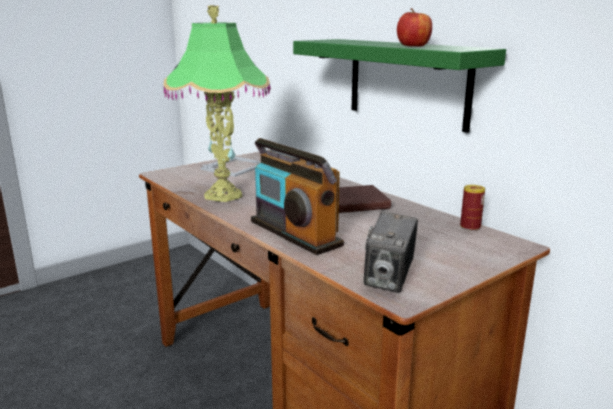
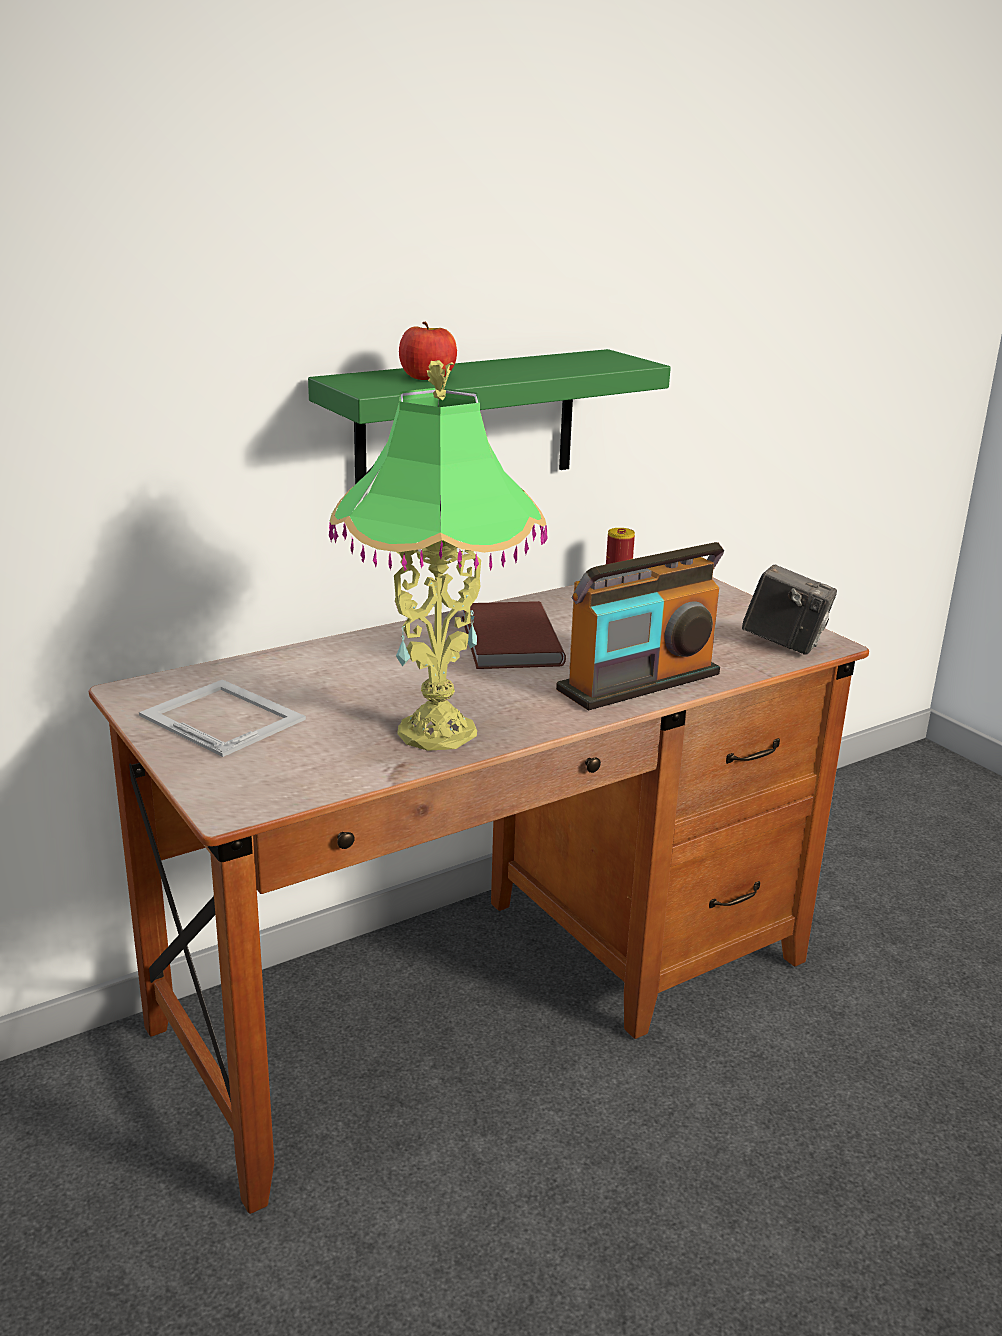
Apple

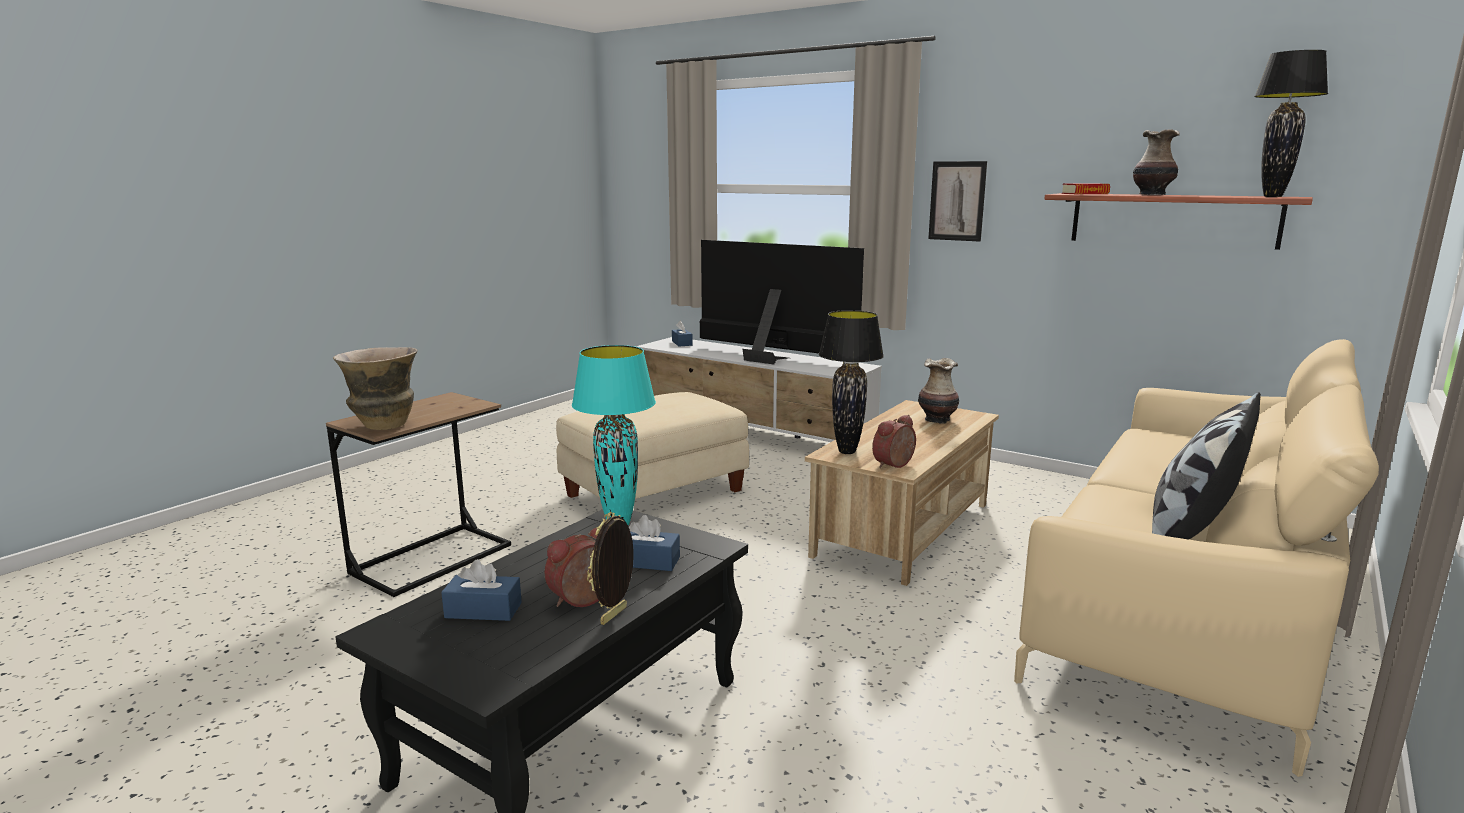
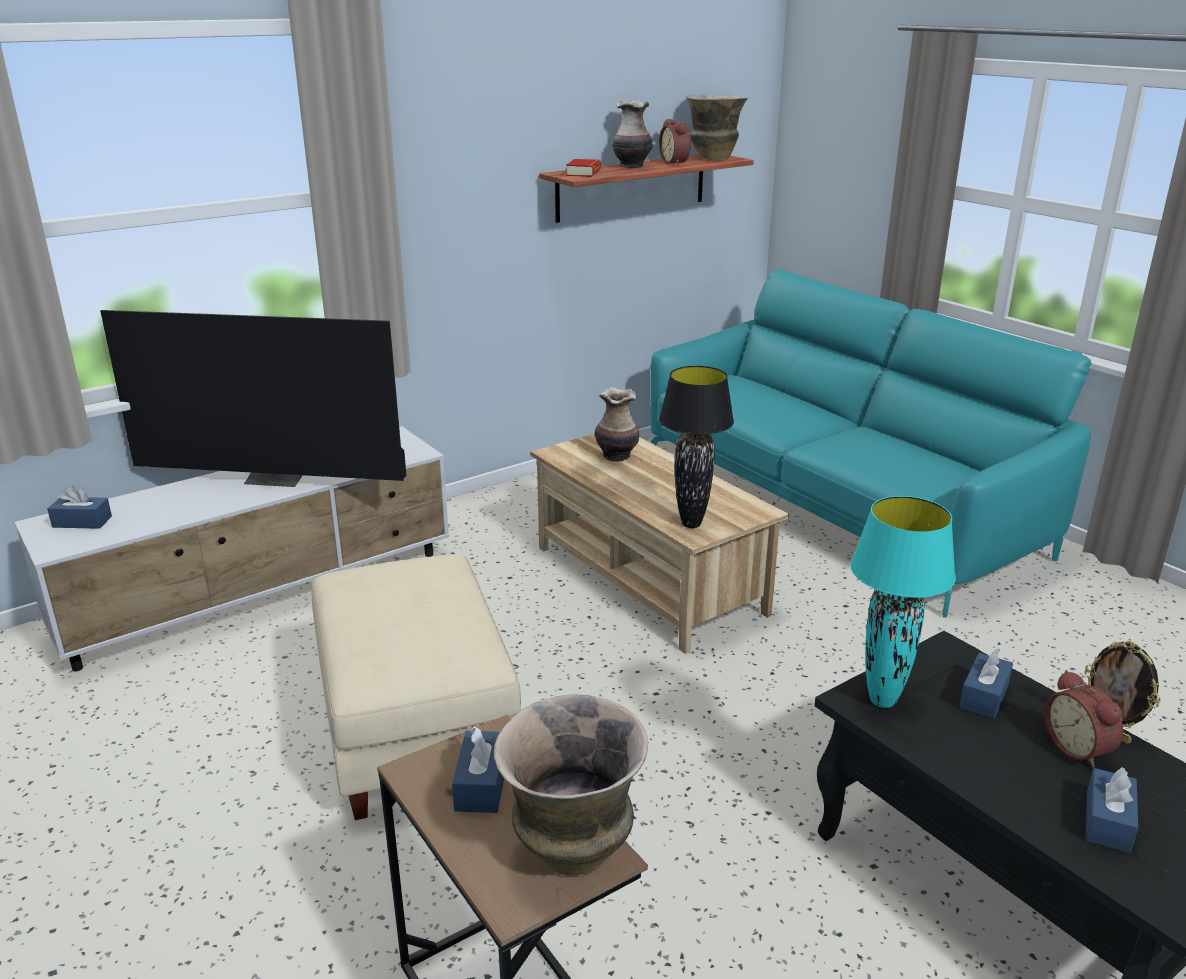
Television
BlueTissueBox (2nd from left)
TurquoiseSofa
AlarmClock (1st from left)
Vase (4th from left)
Picture
Pillow

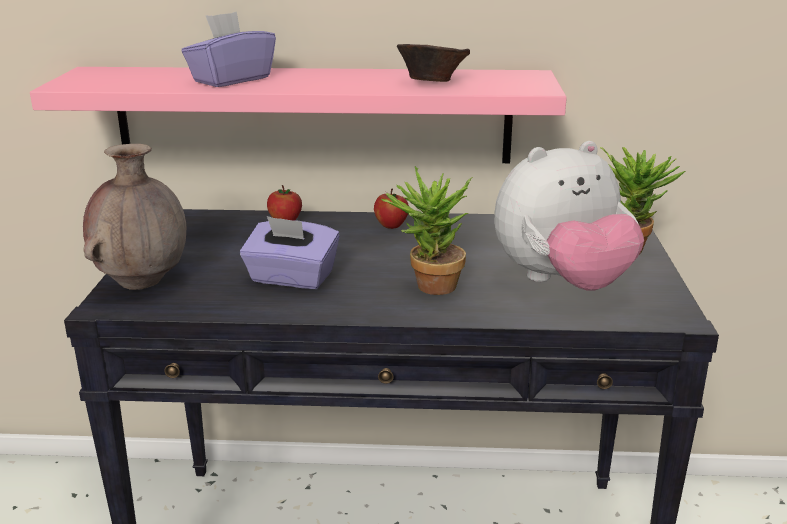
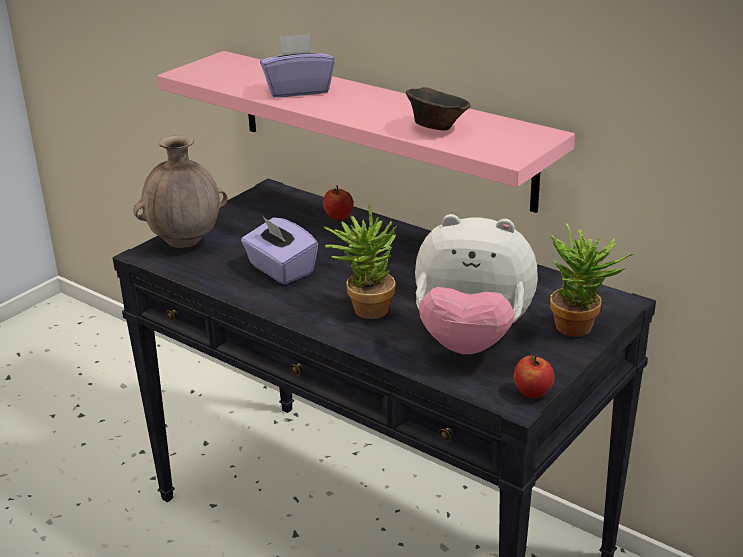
Apple (2nd from left)

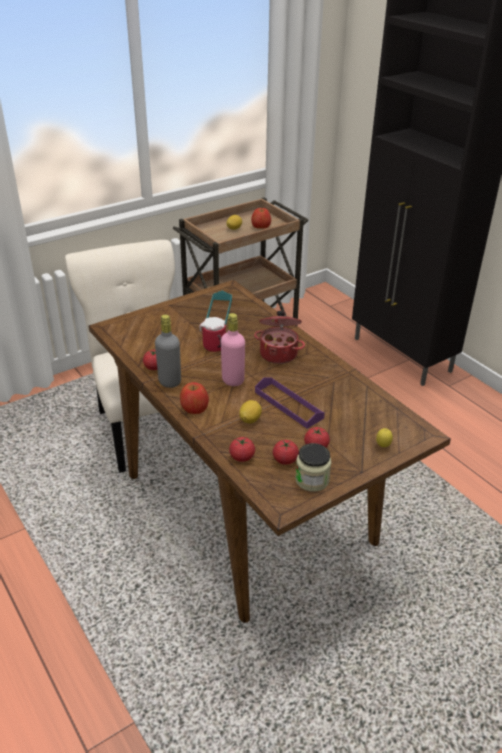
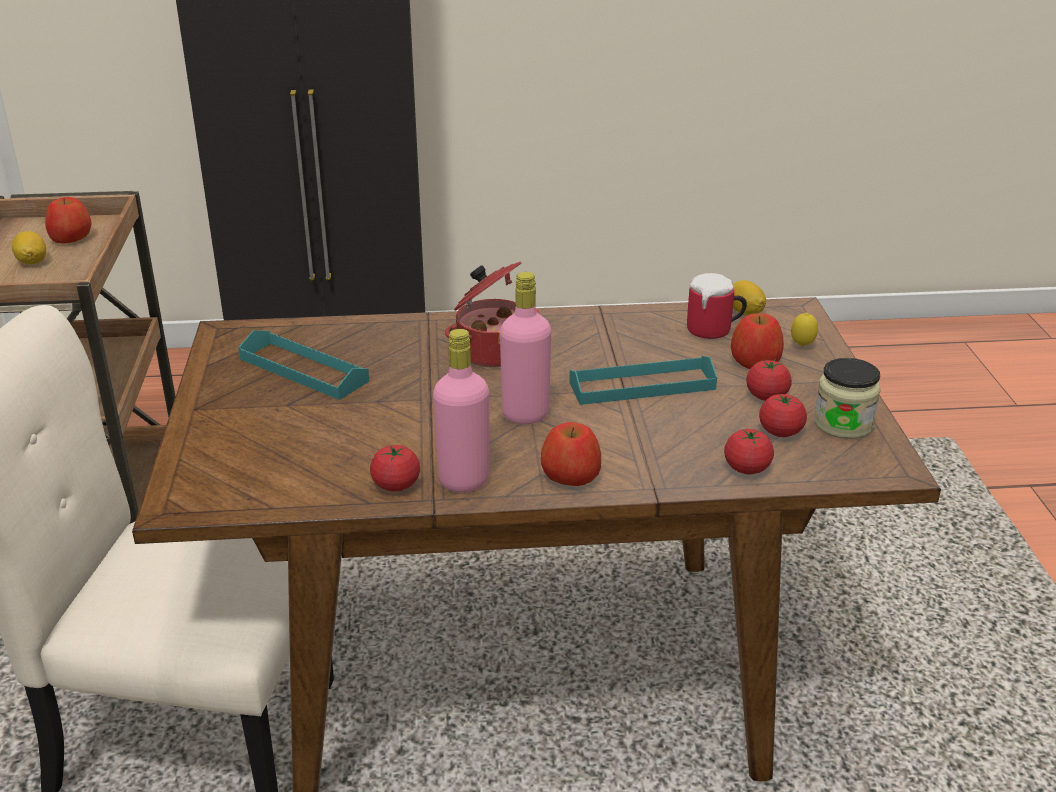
PinkBottle (1st from left)
TurquoiseTray (2nd from left)
Mug
Apple (3rd from left)
Lemon (2nd from left)

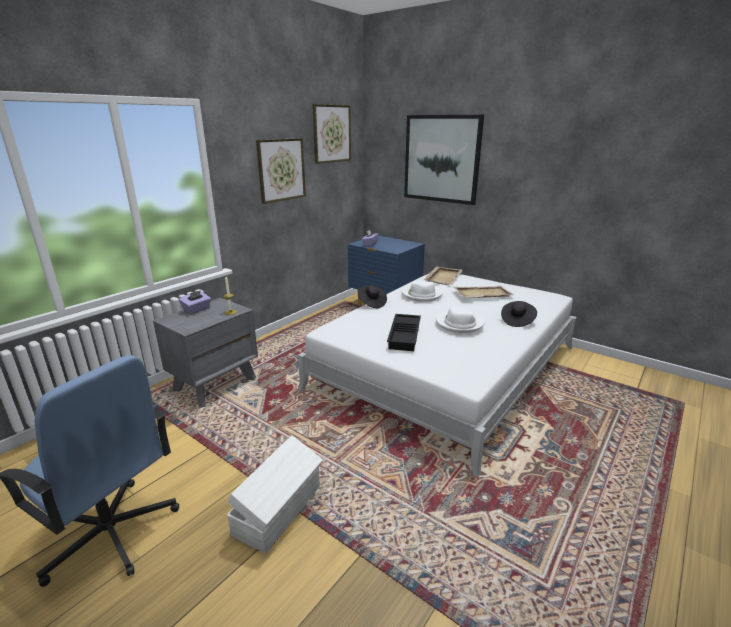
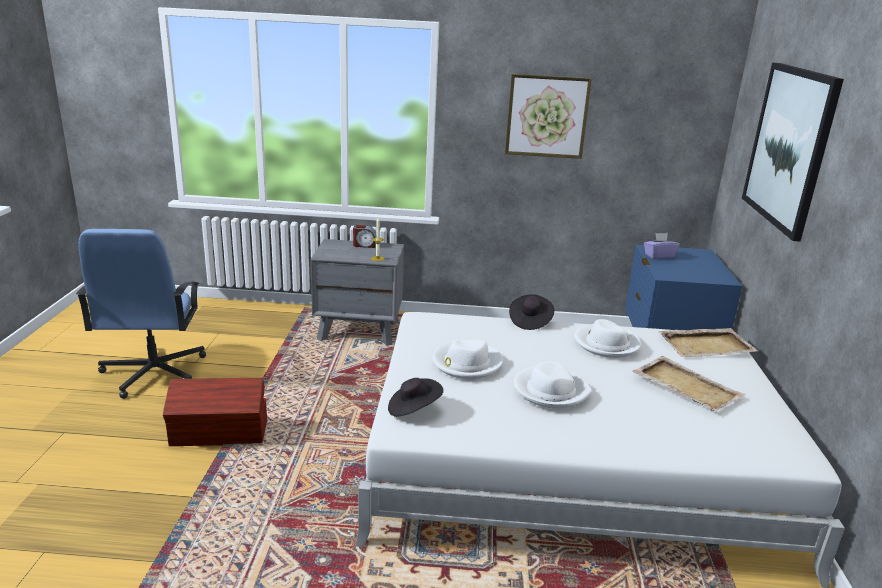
BrownStorageBox
AlarmClock
BlackHat (1st from left)
WhiteHat (1st from left)
Picture (2nd from left in the first image)

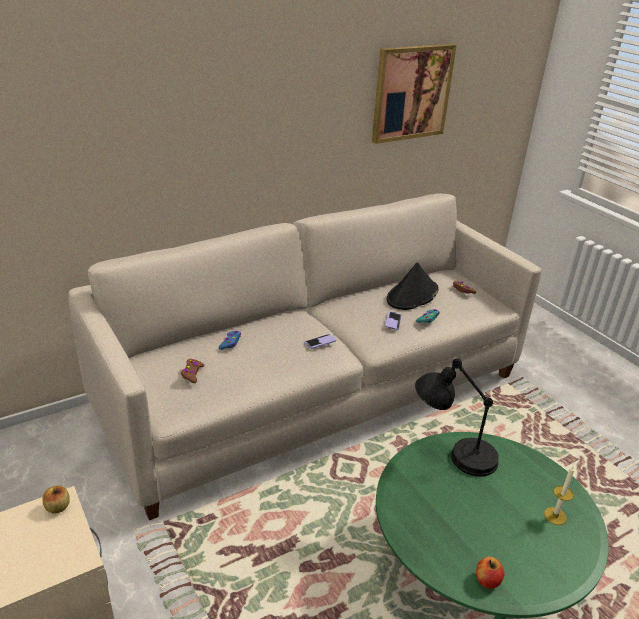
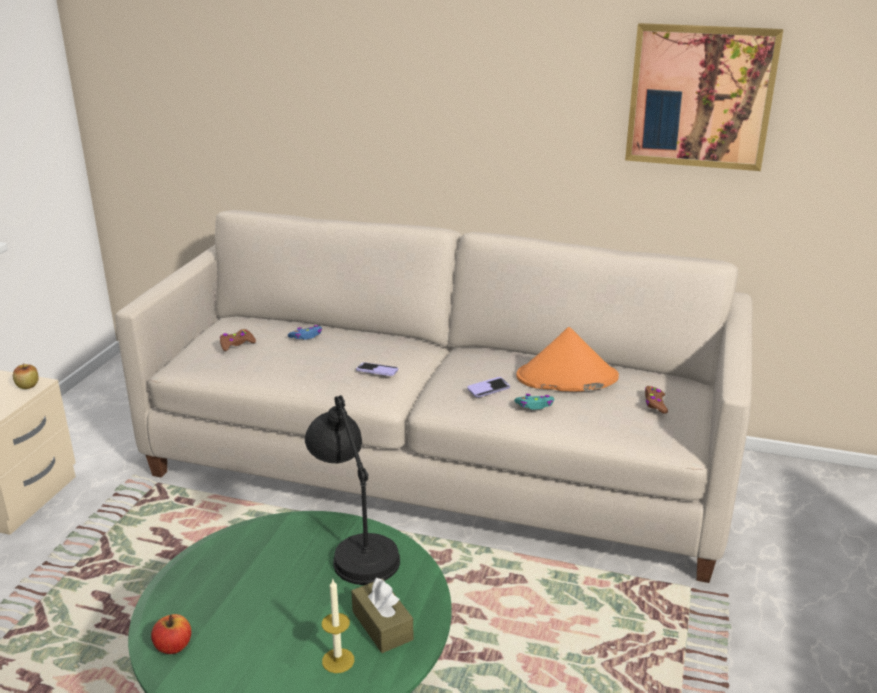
BrownTissueBox
OrangeHat

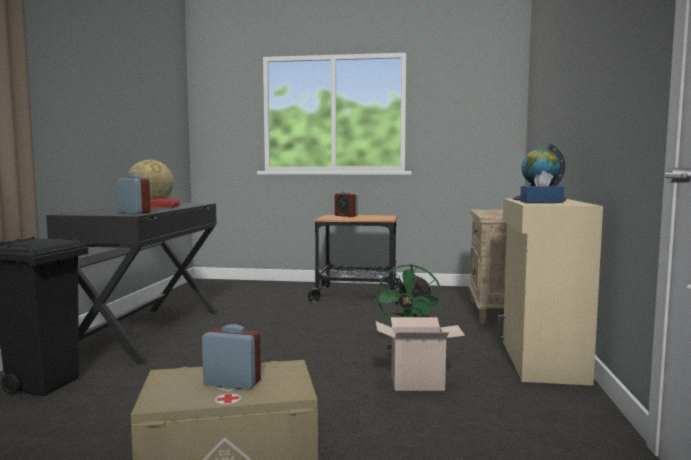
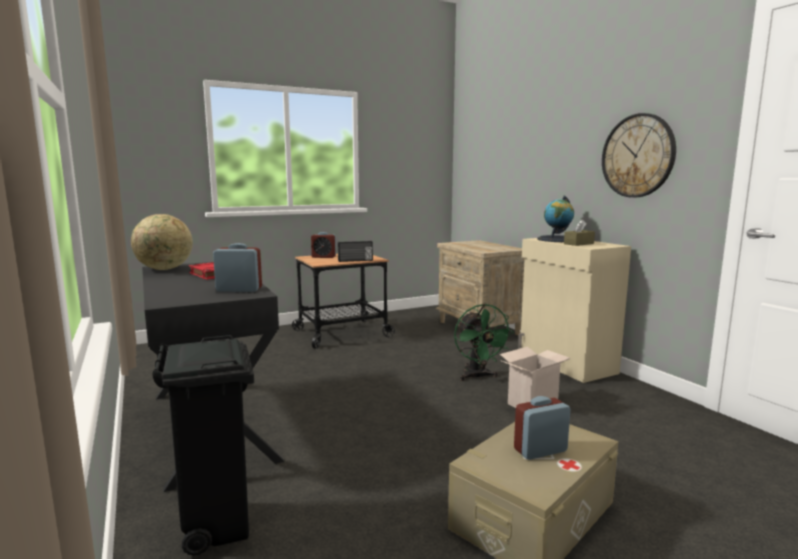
Radio
BrownTissueBox
WallClock

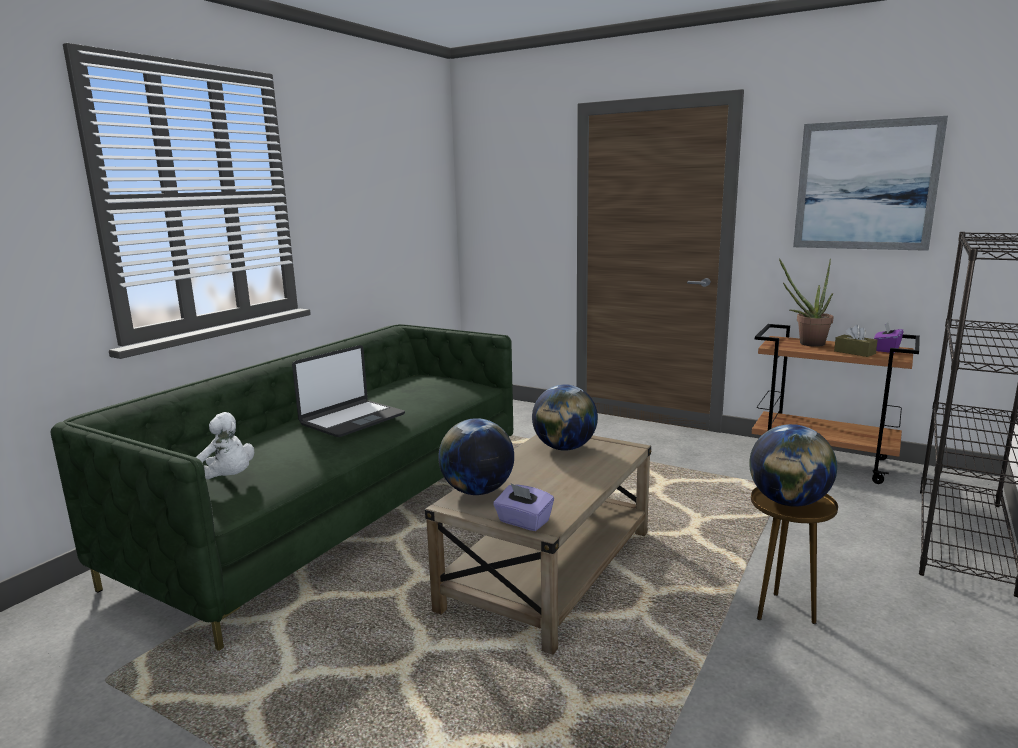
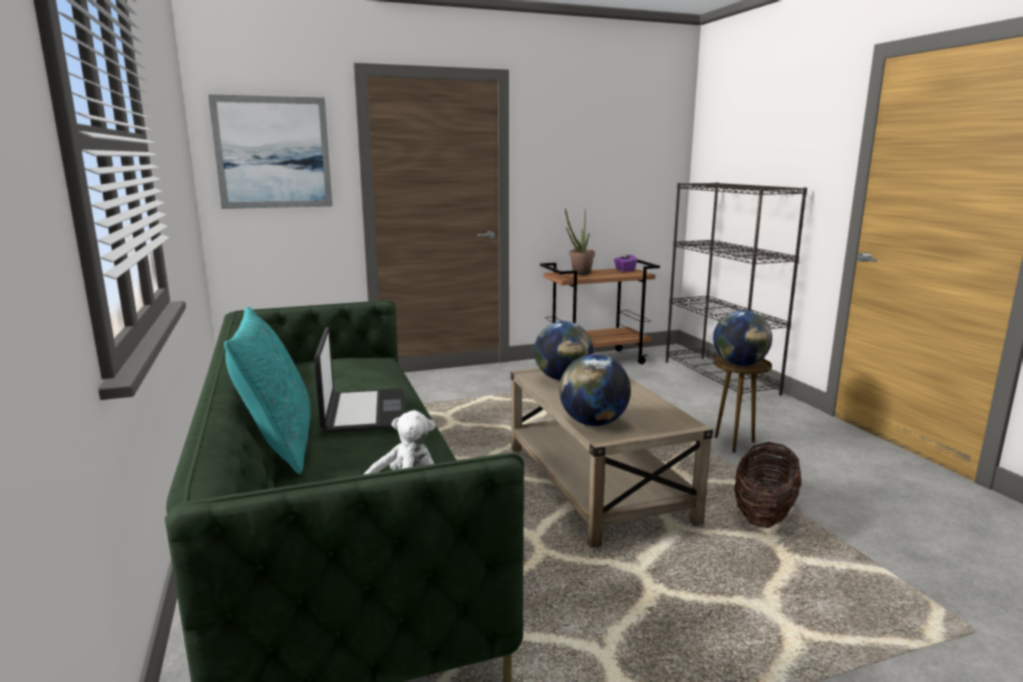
Picture
TurquoisePillow
Basket
PurpleTissueBox (1st from left in the first image)
BrownTissueBox

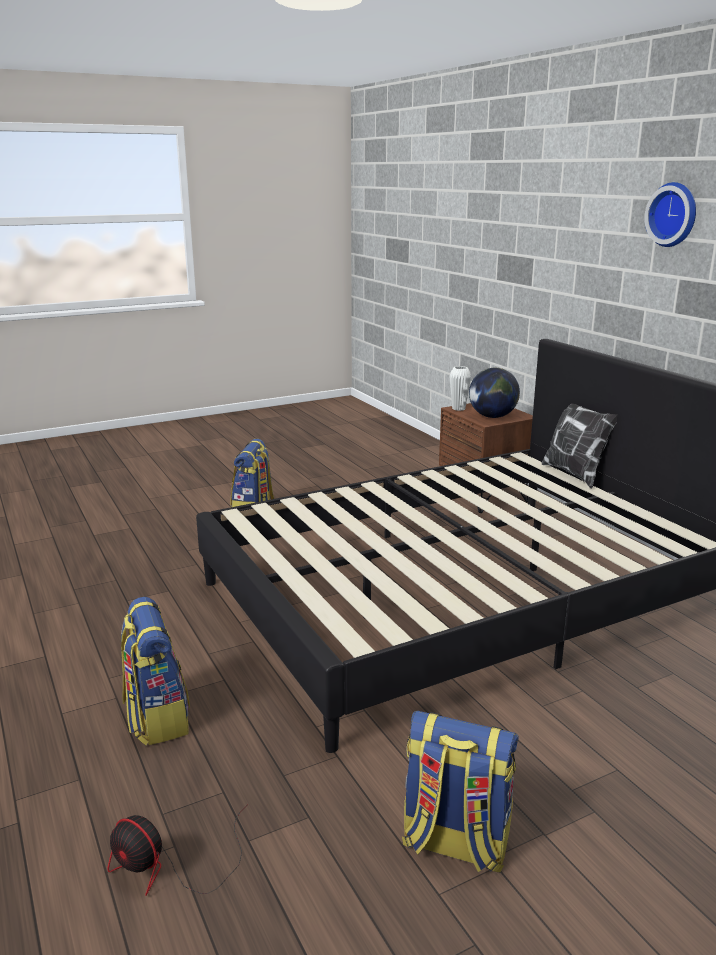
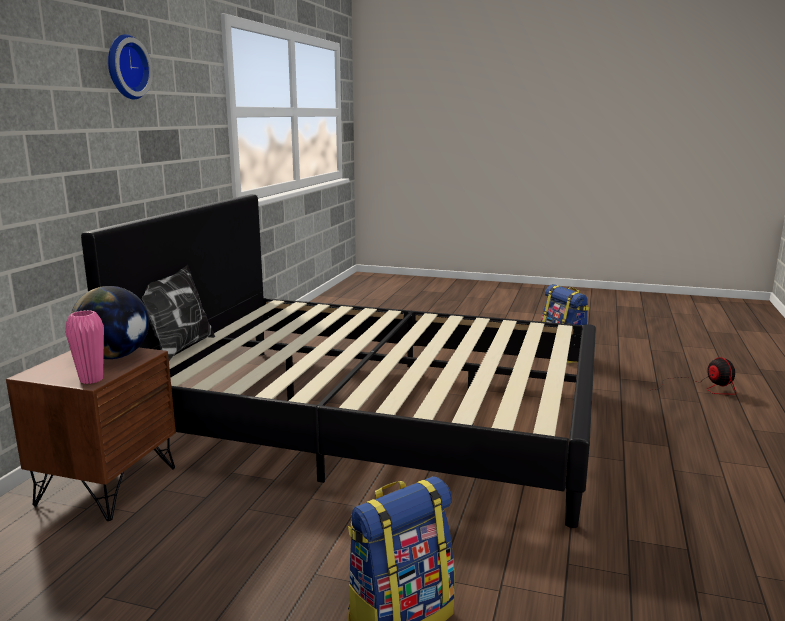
PinkVase
Backpack (1st from left in the first image)

